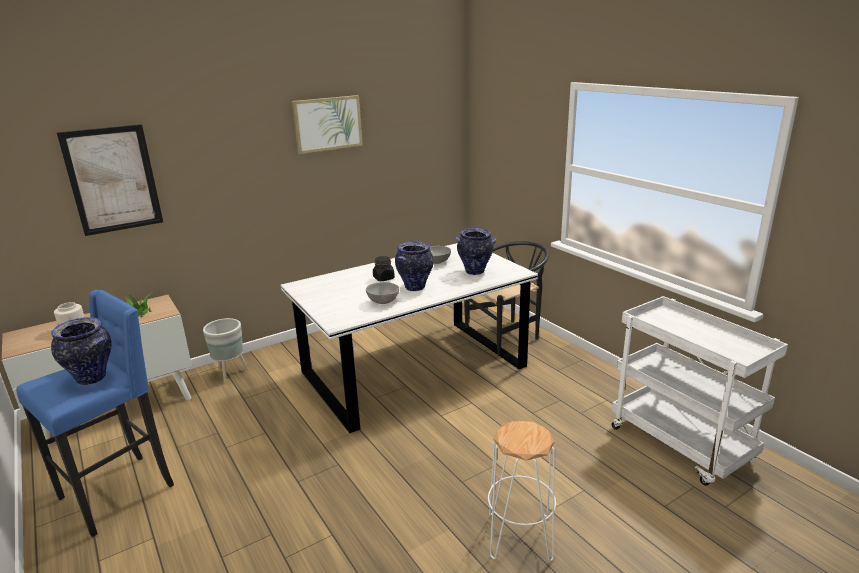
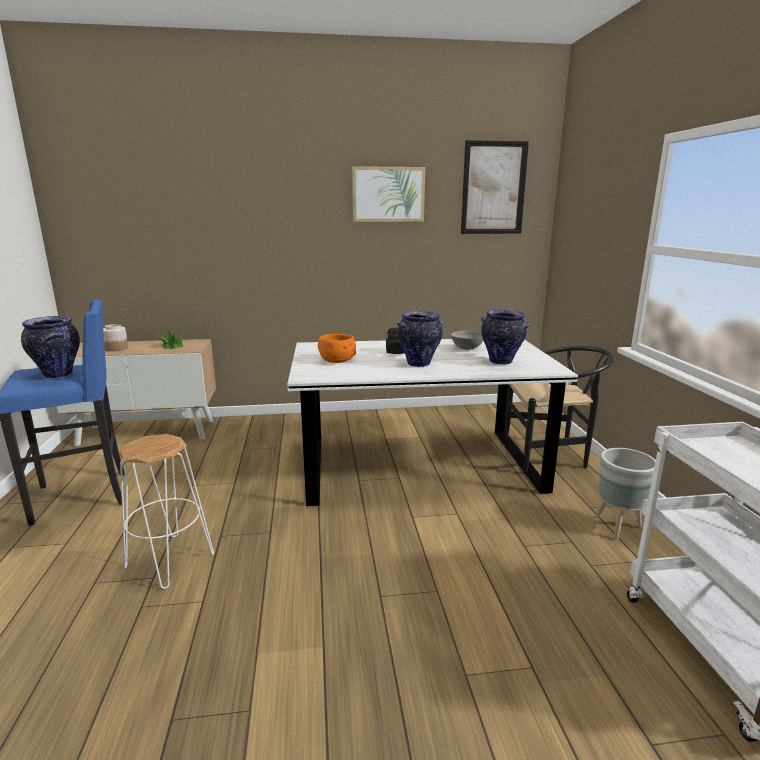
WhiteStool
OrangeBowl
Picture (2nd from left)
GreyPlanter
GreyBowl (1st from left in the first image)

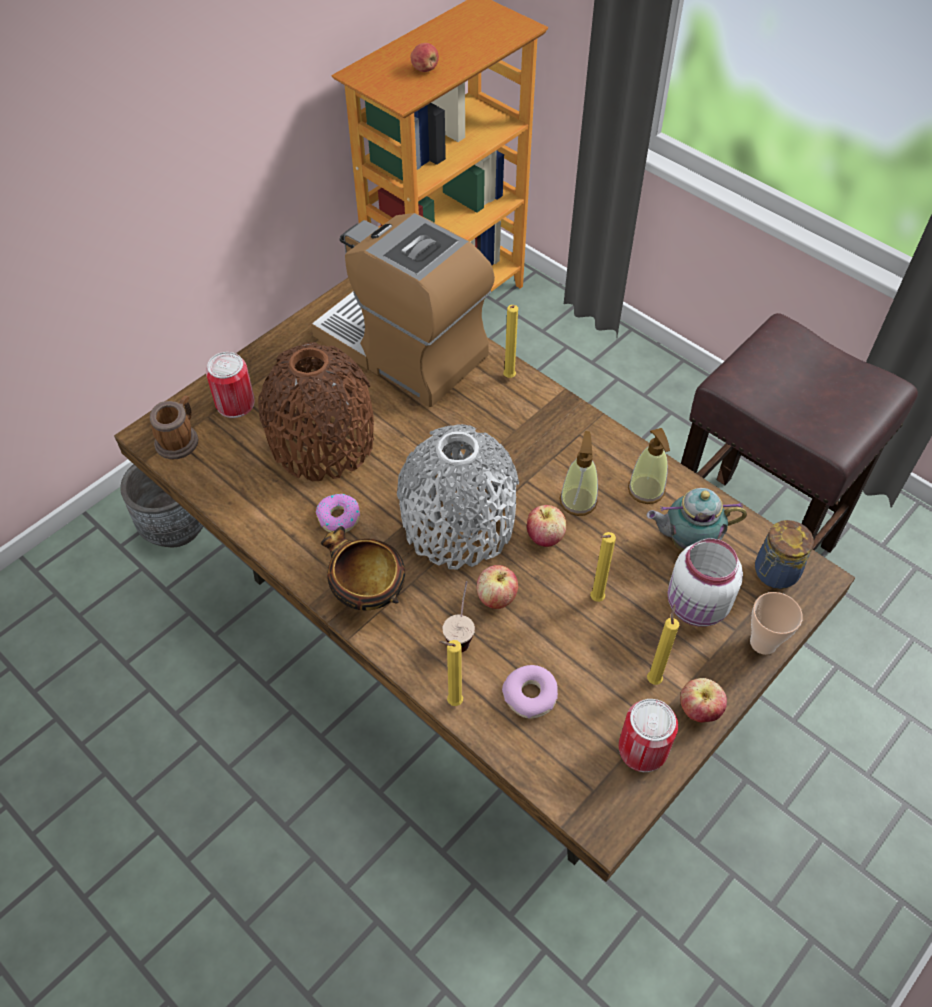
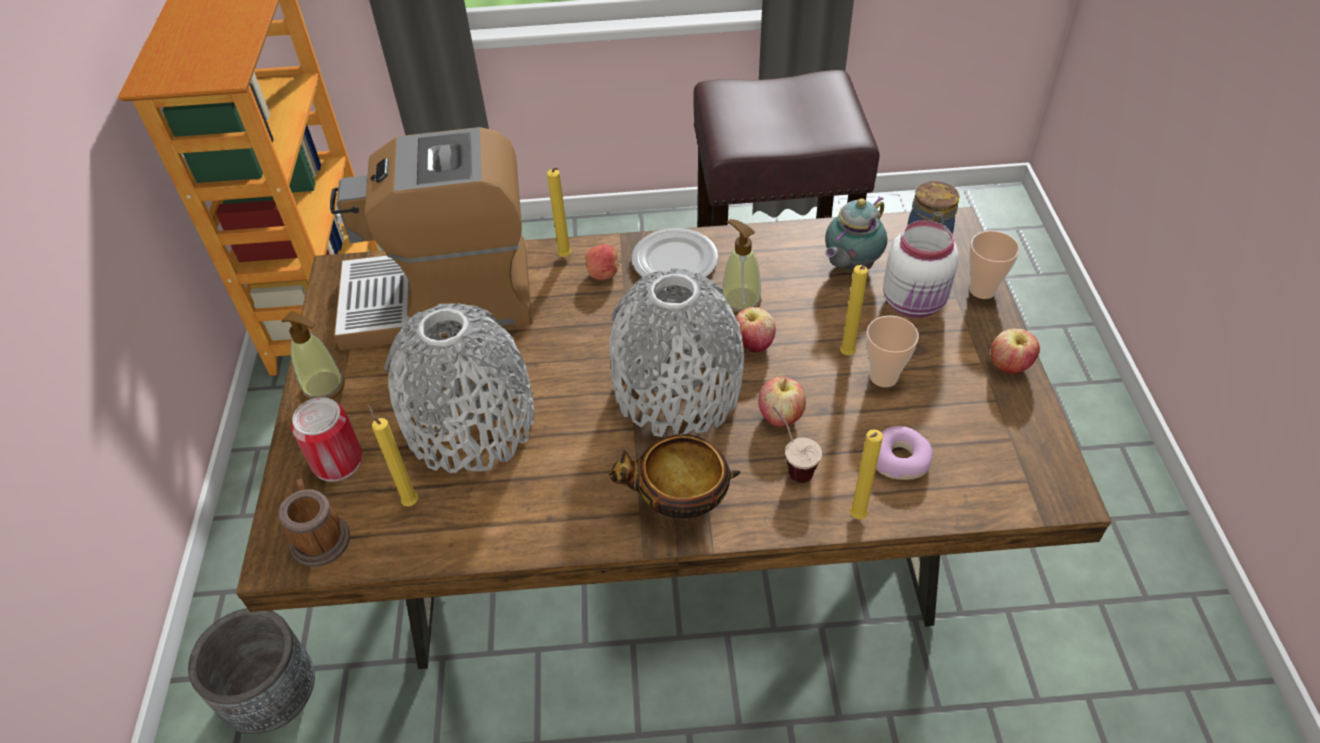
SoapDispenser (1st from left)
YellowCandle (1st from left)
GreyVase (1st from left)
Apple (1st from left)
Plate
Cup (2nd from left)
Donut (1st from left in the first image)
Can (2nd from left in the first image)

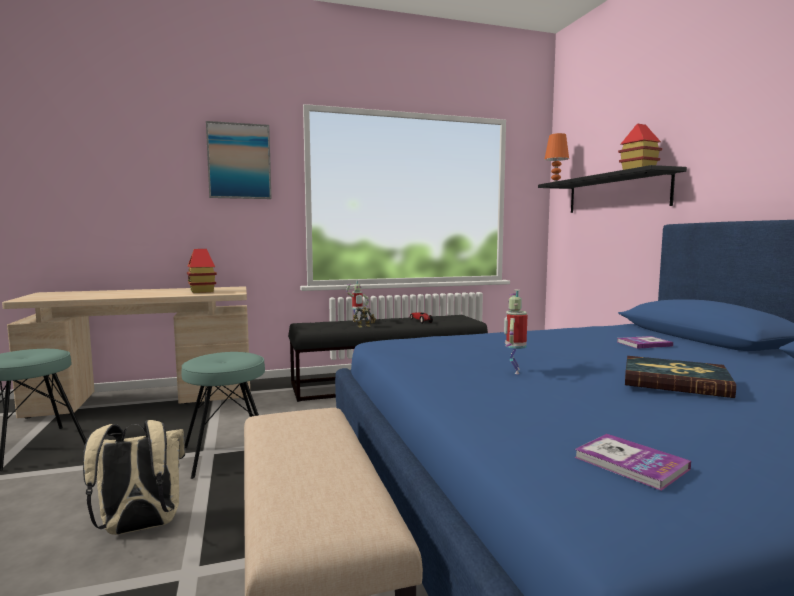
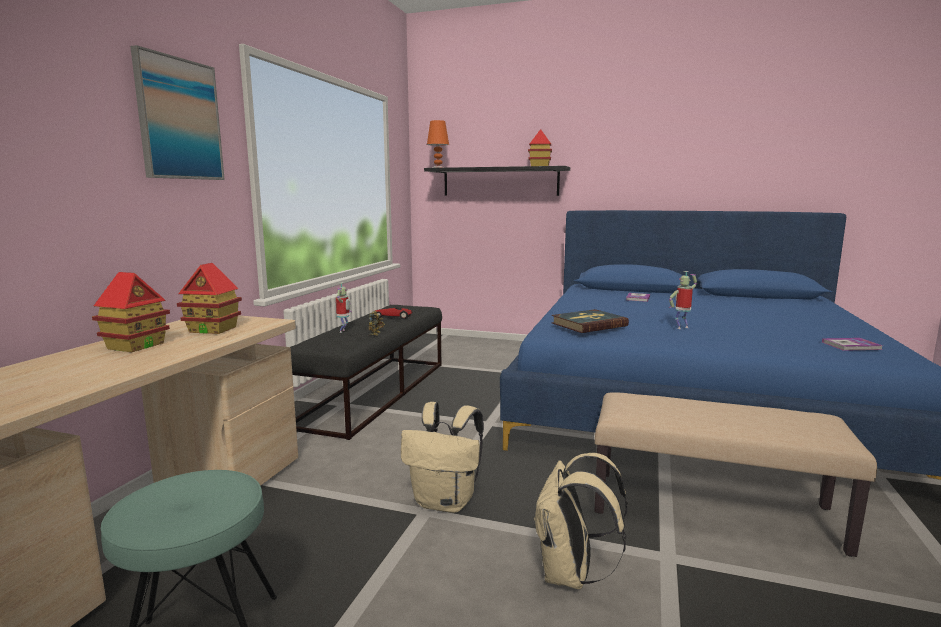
ToyHouse (1st from left)
BeigeBackpack (1st from left)
Book (1st from left)
ToyRobot (3rd from left)

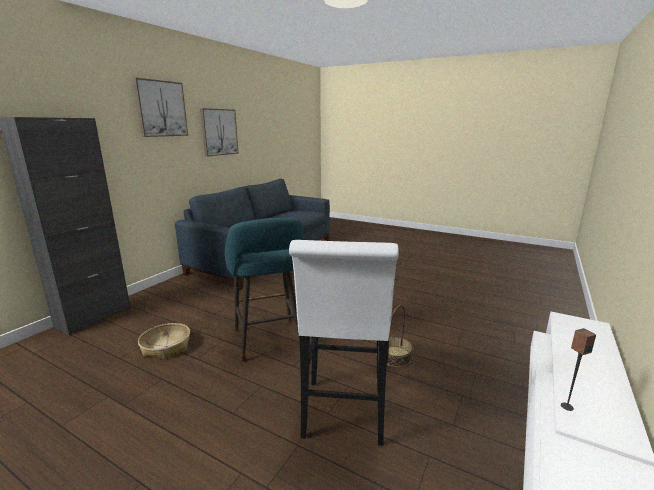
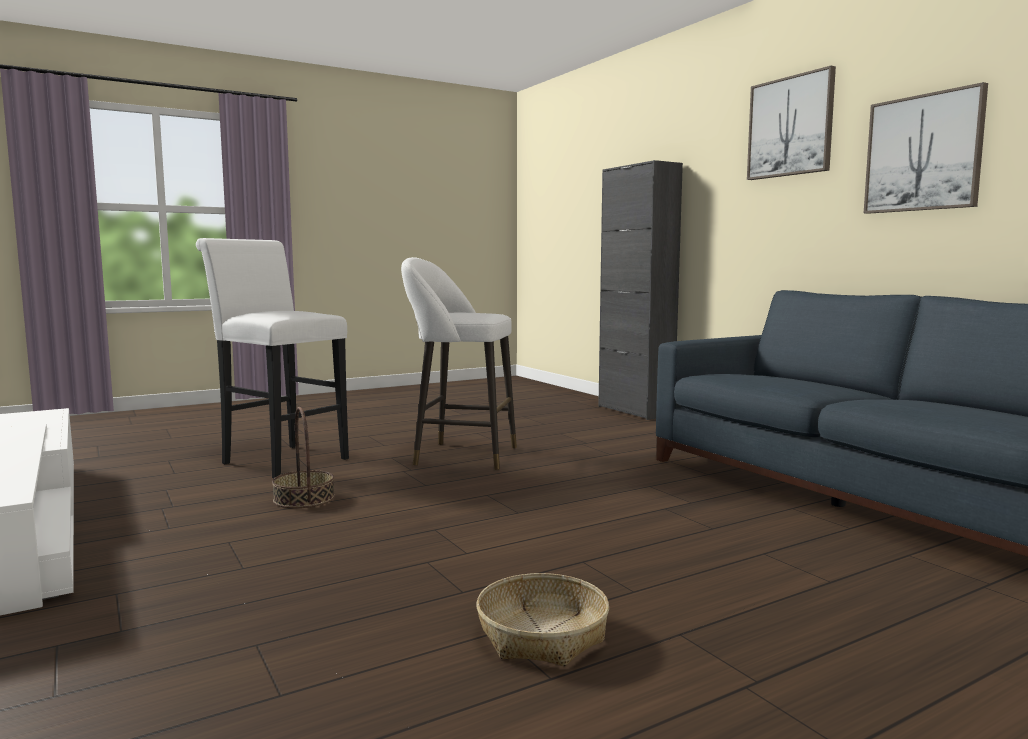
WhiteStool (2nd from left)
Basket (2nd from left)
Speaker

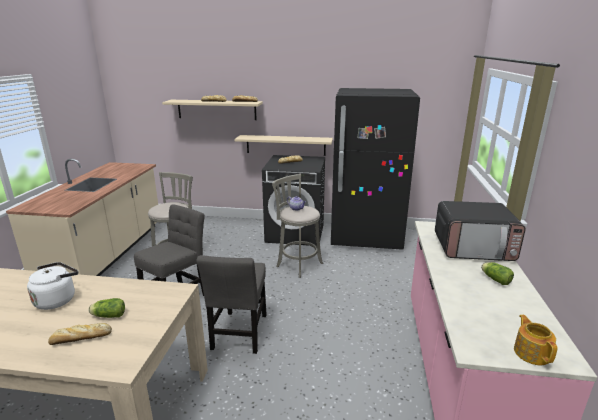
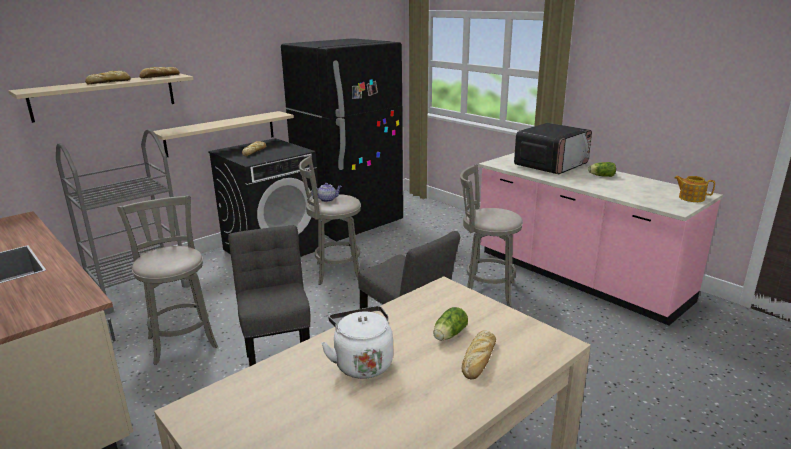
GreyCart
GreyStool (3rd from left)

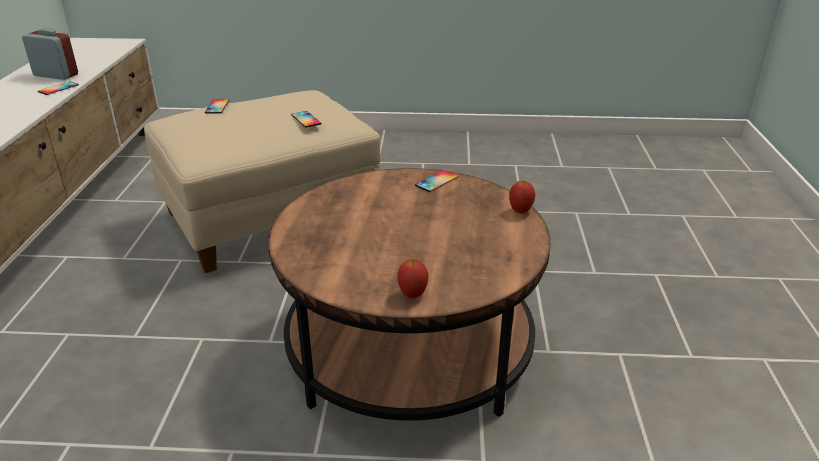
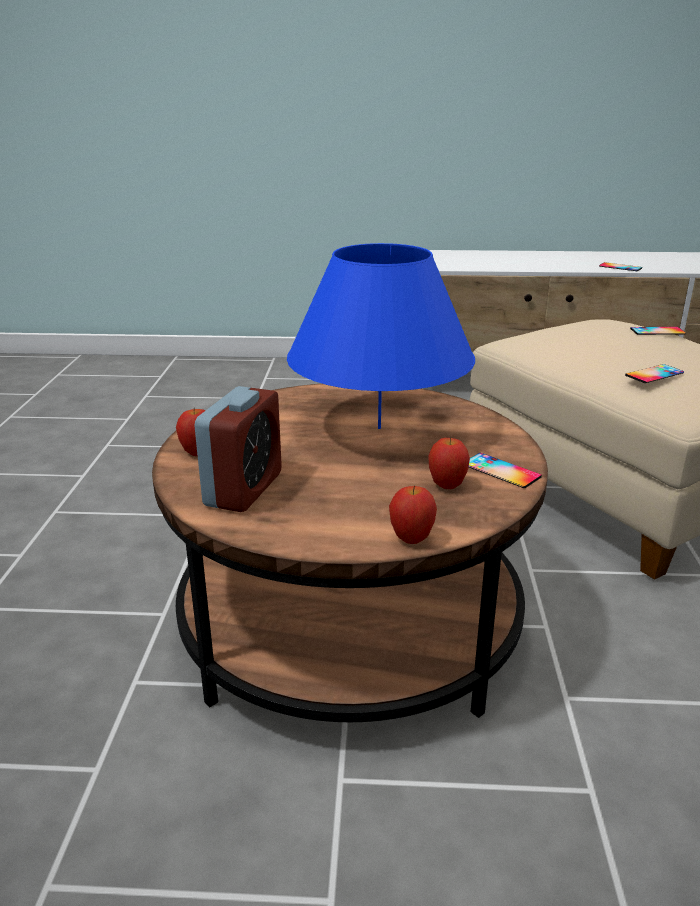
AlarmClock
BlueTableLamp
Apple (3rd from left)

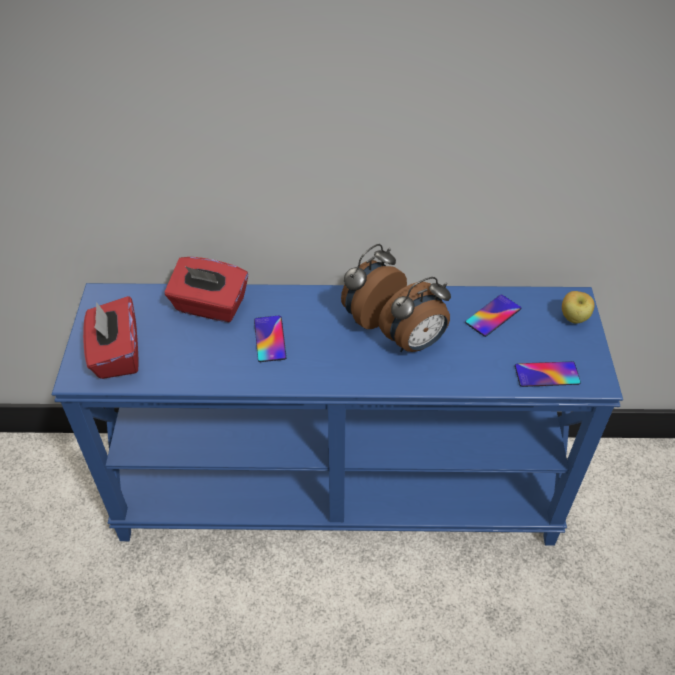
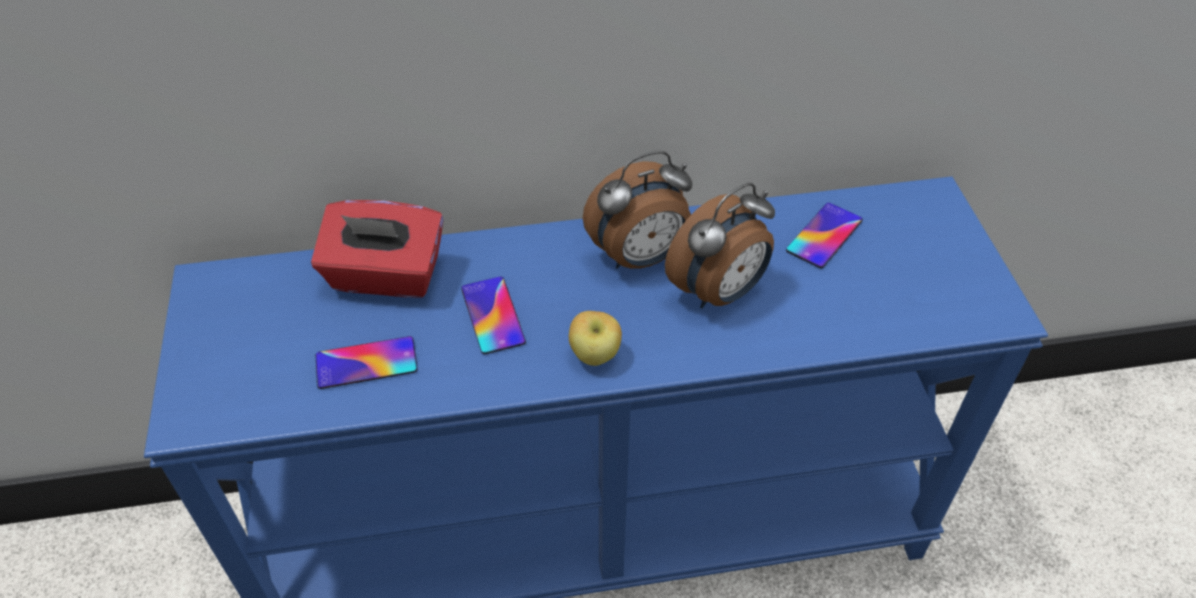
Phone (1st from left)
Apple
AlarmClock (1st from left)
RedTissueBox (1st from left in the first image)

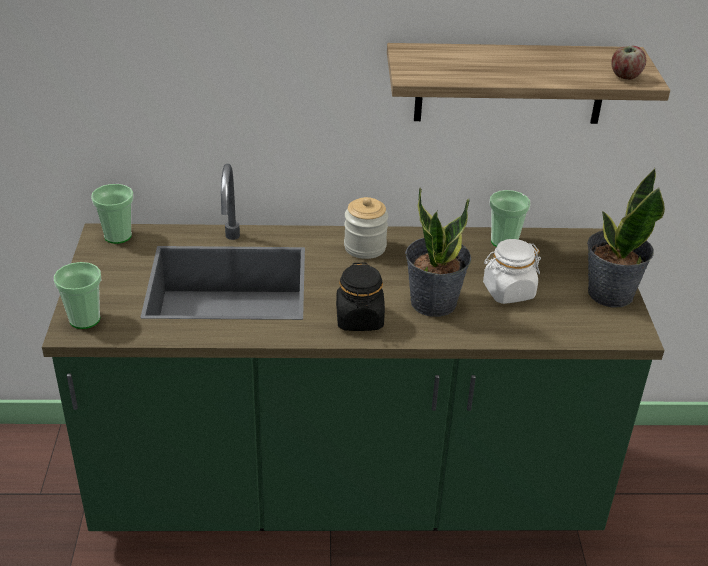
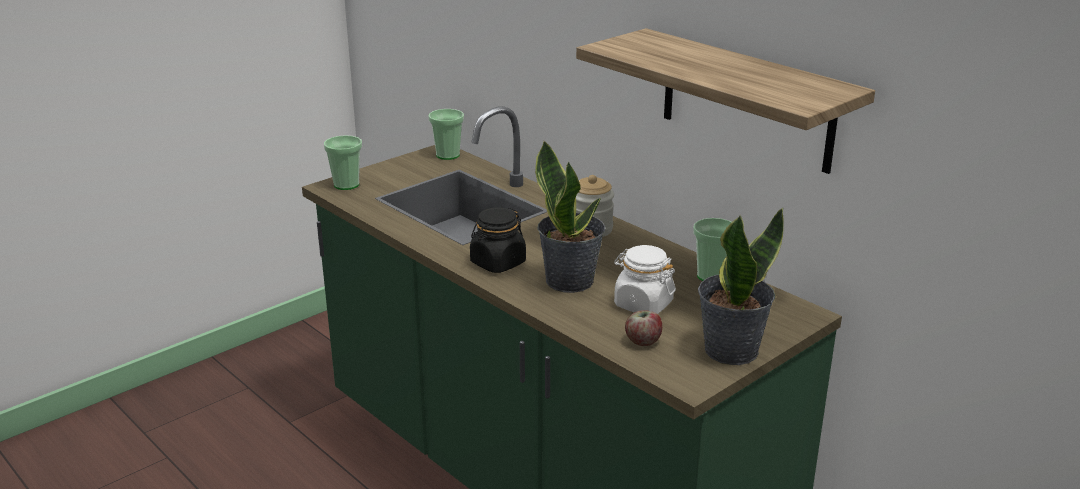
Apple

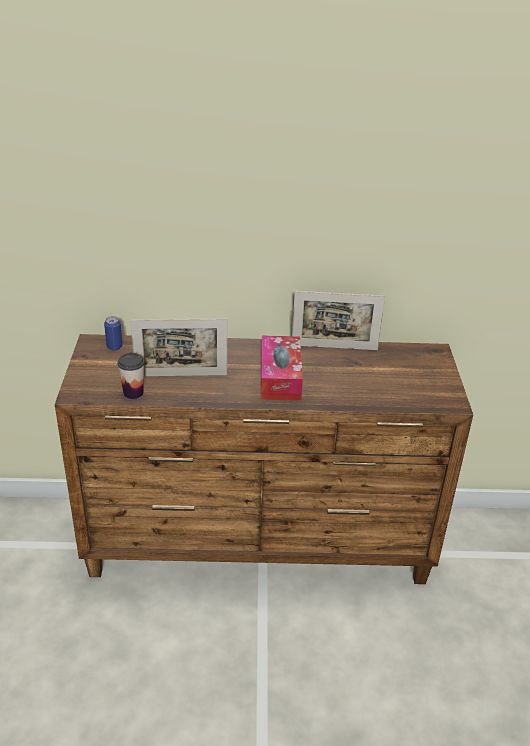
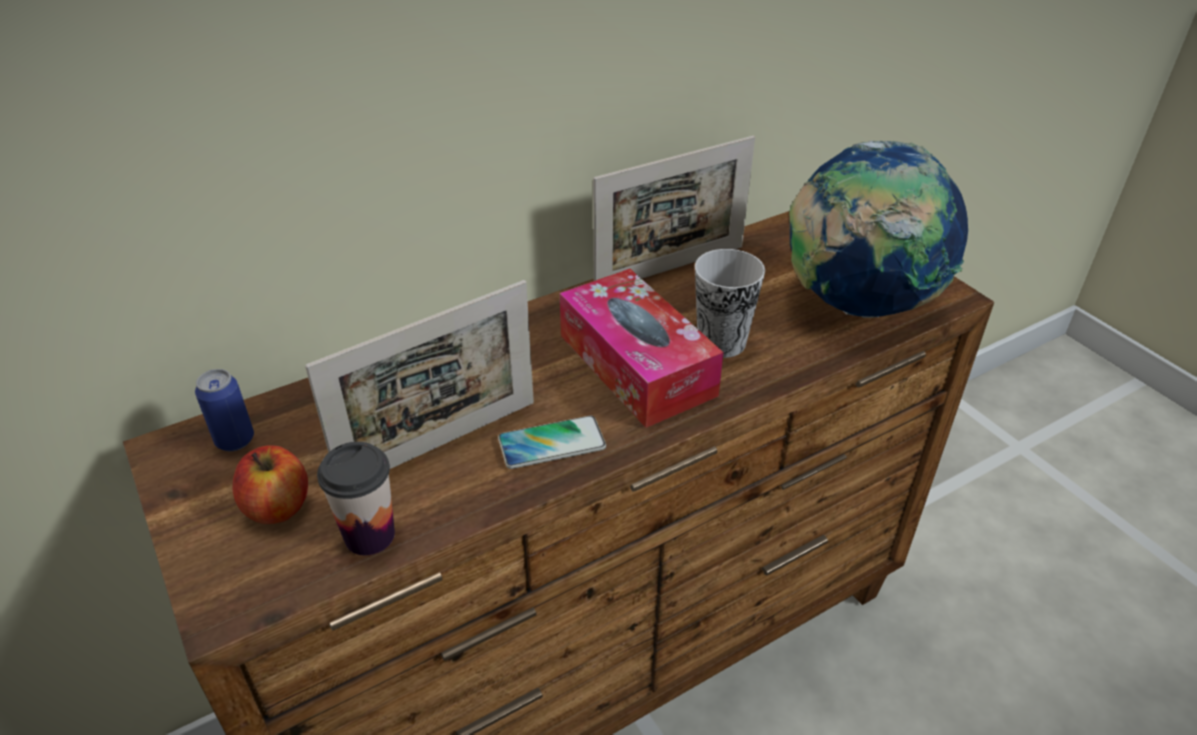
Apple
Phone
Cup (2nd from left)
Globe

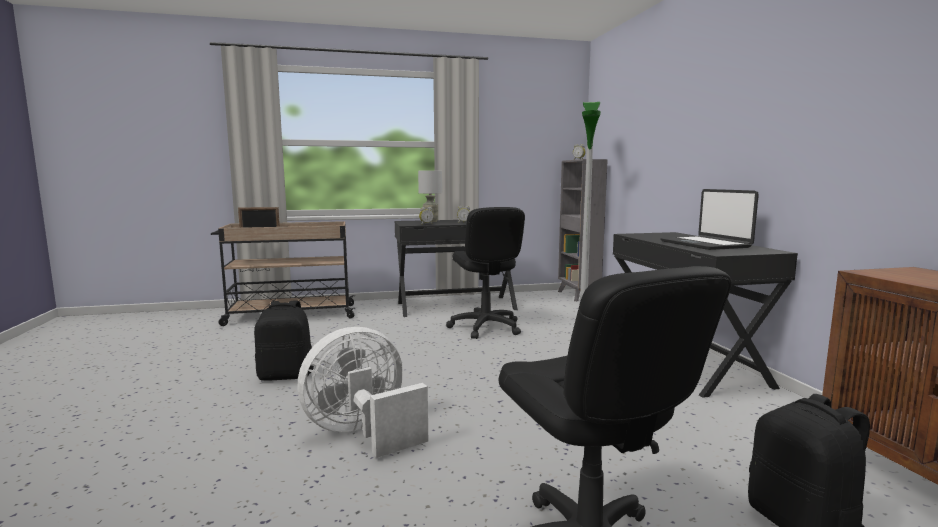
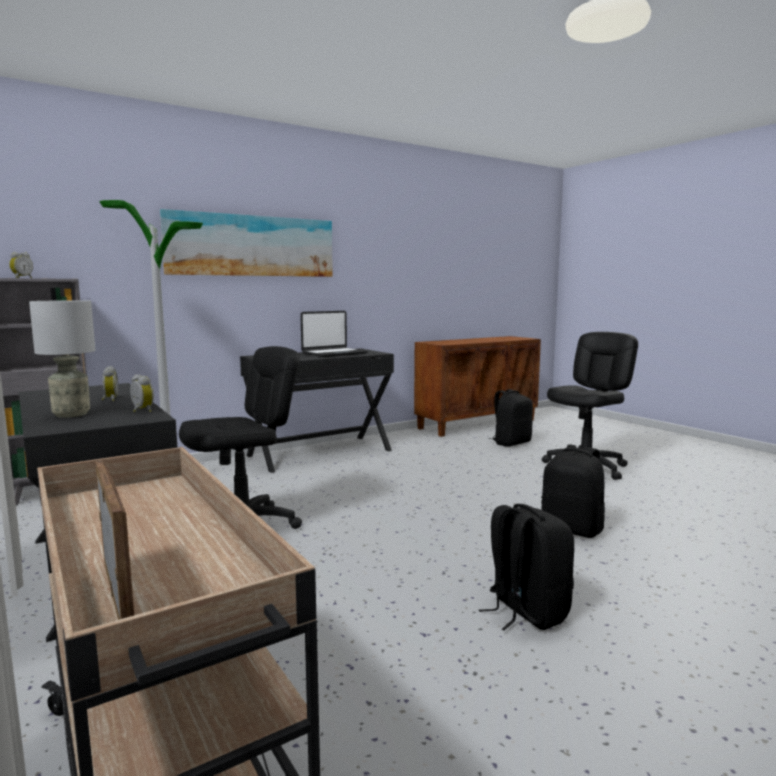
Picture
BlackBackpack (3rd from left)

